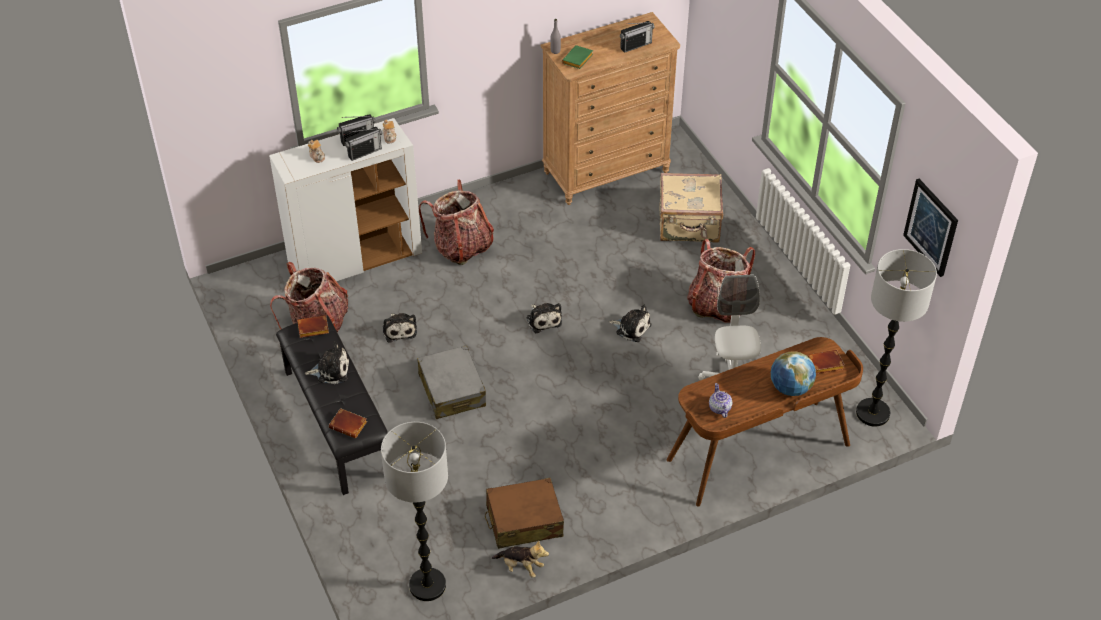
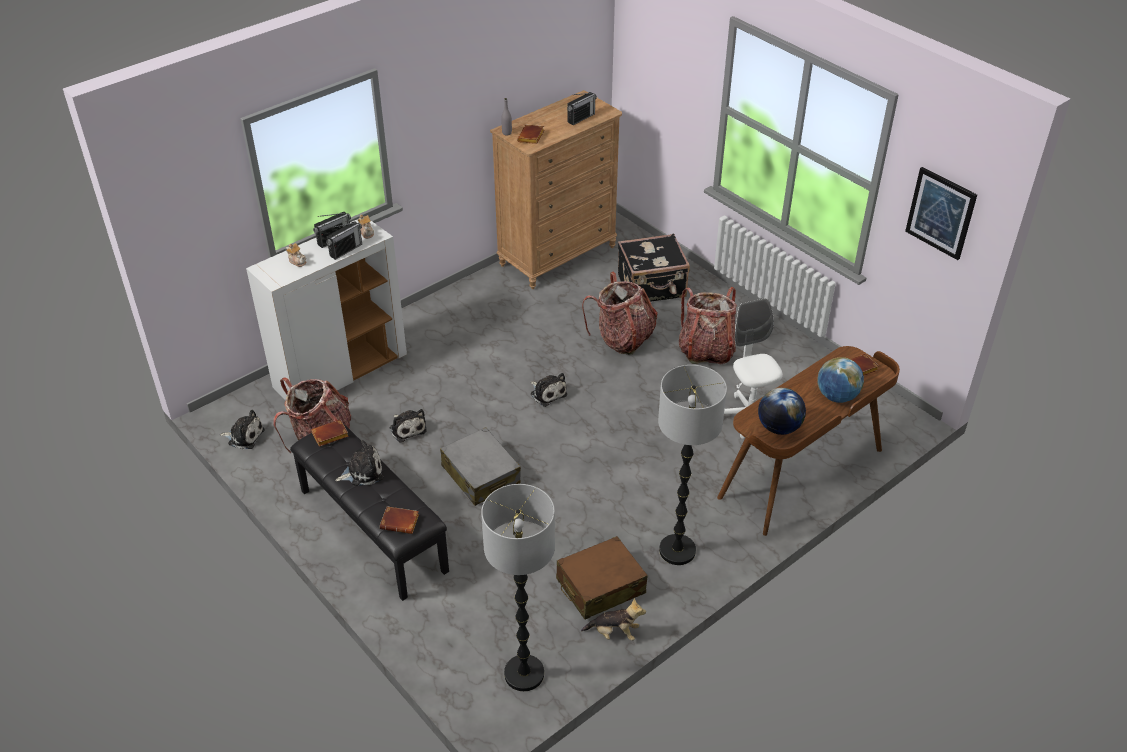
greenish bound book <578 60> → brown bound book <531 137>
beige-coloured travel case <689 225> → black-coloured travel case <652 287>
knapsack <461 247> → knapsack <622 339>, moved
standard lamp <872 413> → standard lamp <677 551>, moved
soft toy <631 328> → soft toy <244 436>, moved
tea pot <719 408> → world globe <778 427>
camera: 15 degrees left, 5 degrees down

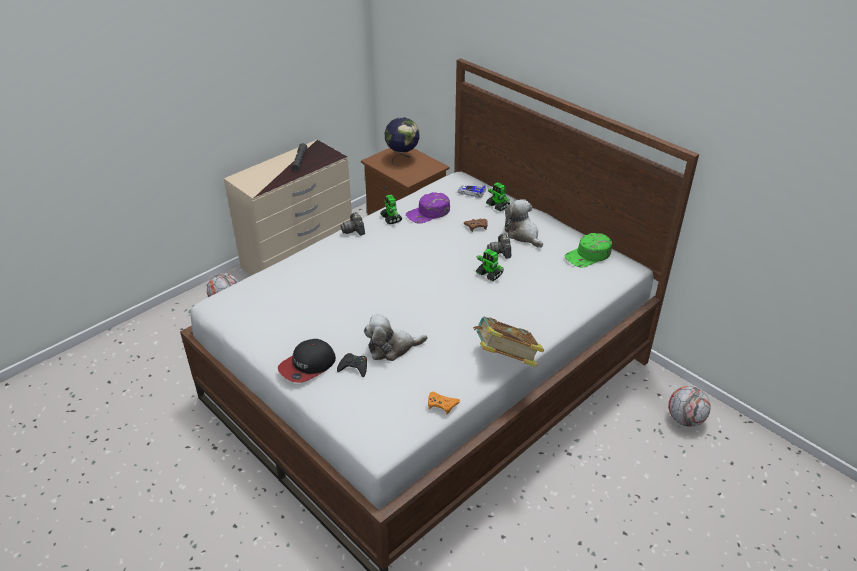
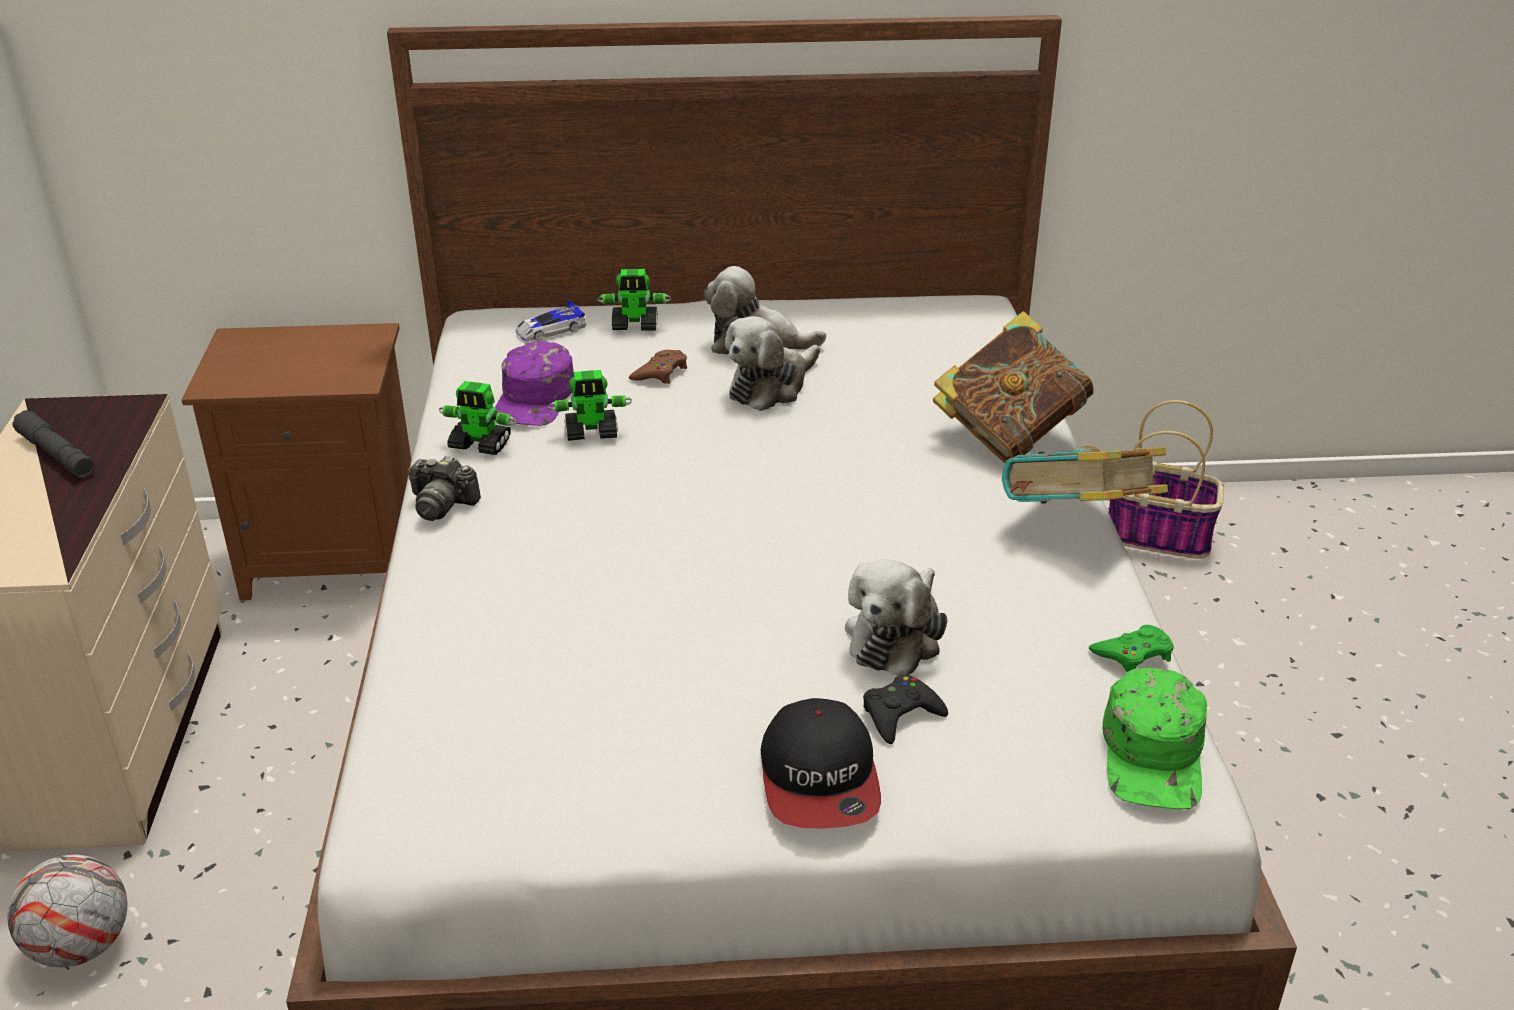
world globe <402 158> → -
greenish cap <588 255> → greenish cap <1154 754>, moved
still camera <500 251> → soft toy <771 387>
toy robot <489 274> → toy robot <592 433>, moved
football <685 419> → storage basket <1159 536>
orange-coloured gamepad <442 404> → greenish gamepad <1133 654>
- → bound book <1009 435>
camera: 50 degrees left, 5 degrees down

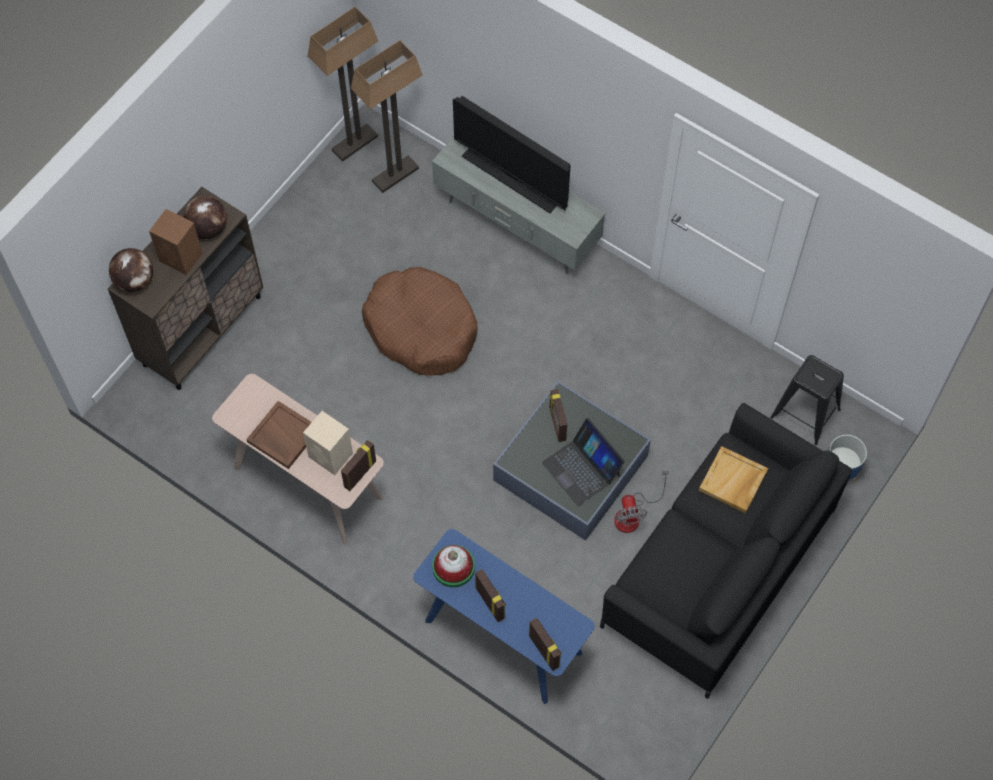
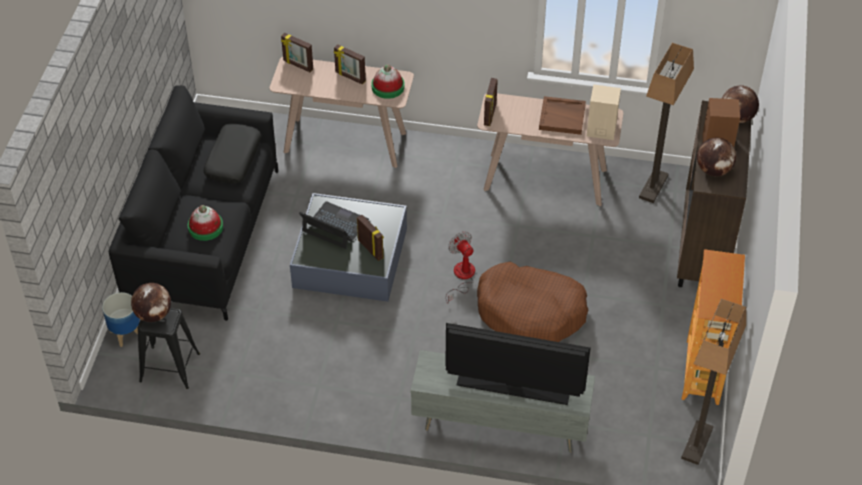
standard lamp <395 175> → standard lamp <653 186>, moved
beige-coloured speaker <331 456> → beige-coloured speaker <600 129>, moved
beige-coloured serving tray <733 481> → clothing hat <205 227>
fan <633 514> → fan <461 277>, moved
blue hall table <502 637> → beige-coloured hall table <345 142>
- → black-coloured throw pillow <233 159>
- → bookcase <703 372>
- → world globe <154 314>
camera: 155 degrees right, 15 degrees down

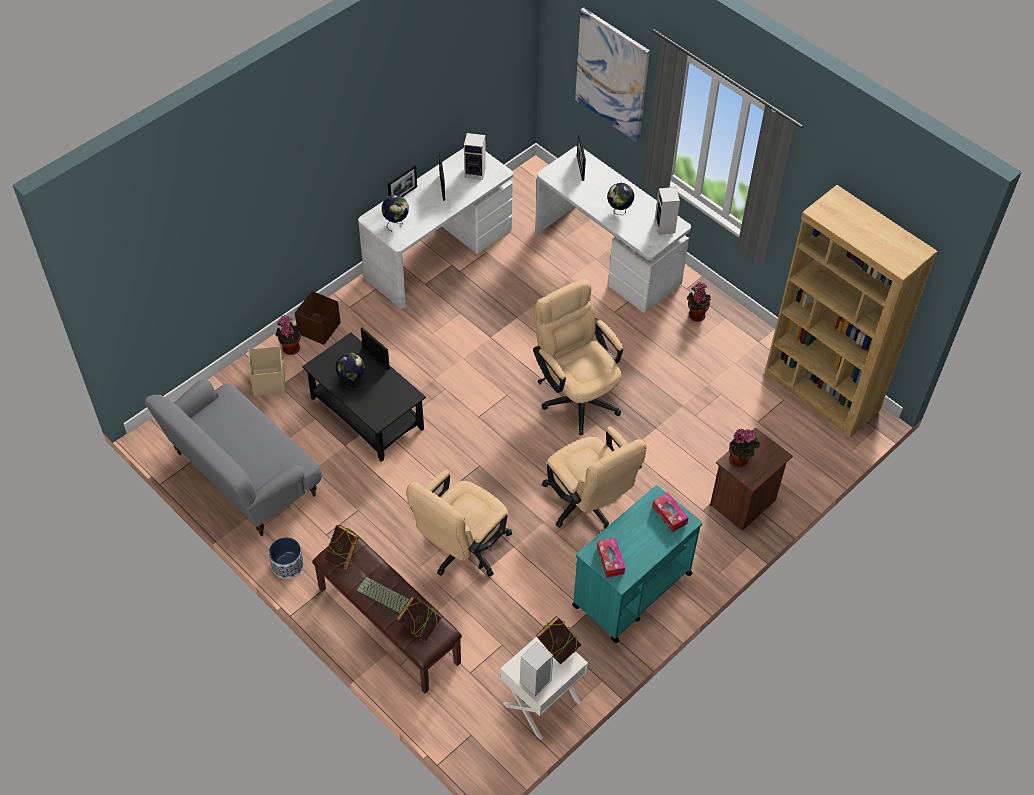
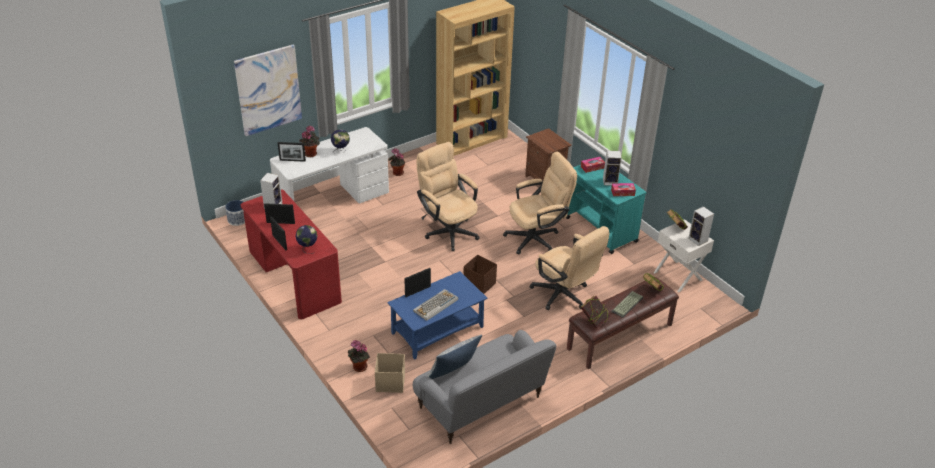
whitish desk <438 253> → red desk <293 277>
speaker <665 227> → speaker <610 181>, moved
beige-coloured desk chair <576 395> → beige-coloured desk chair <448 230>, 75 degrees clockwise
brown storage container <320 328> → brown storage container <479 284>, moved
black-coloured low table <366 413> → blue low table <437 330>
world globe <351 380> → PC keyboard <435 305>
plant in a pot <740 460> → plant in a pot <311 153>, moved
flower pot <287 565> → flower pot <237 220>, moved
- → throw pillow <453 373>
camera: 80 degrees left, 15 degrees down

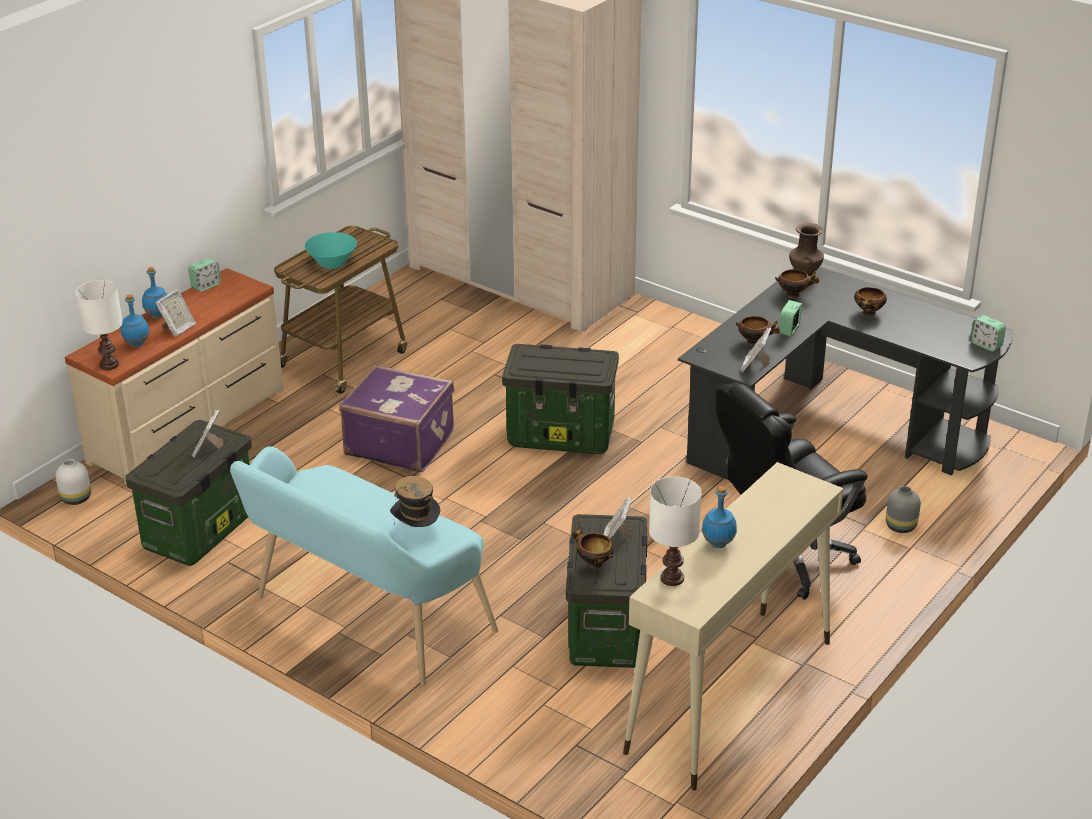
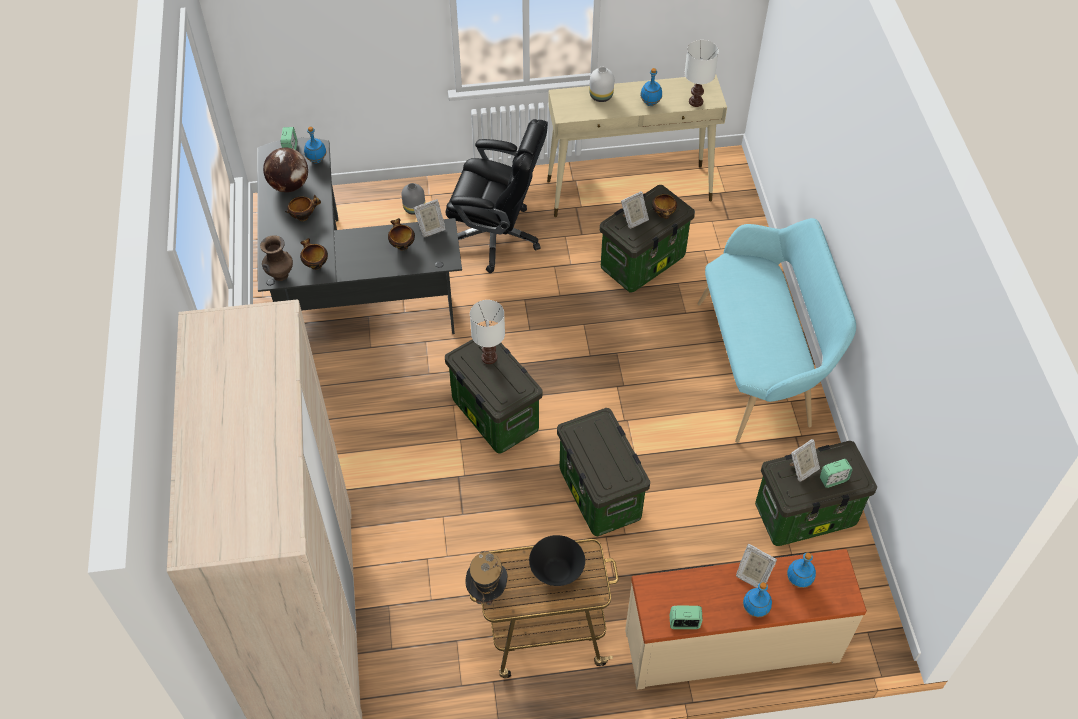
turquoise-coloured deep dish <332 263> → black-coloured deep dish <557 570>
whitish table lamp <108 364> → whitish table lamp <489 358>, moved
photo frame <178 329> → photo frame <752 575>, 135 degrees counterclockwise
table clock <789 330> → table clock <833 479>, moved
purple-coloured travel case <400 443> → storage container <601 495>
whitish decorative vase <75 499> → whitish decorative vase <601 96>, moved
clothing hat <416 532> → clothing hat <487 590>, moved
- → blue bottle <317 160>
- → world globe <289 185>
camera: 135 degrees left, 20 degrees up

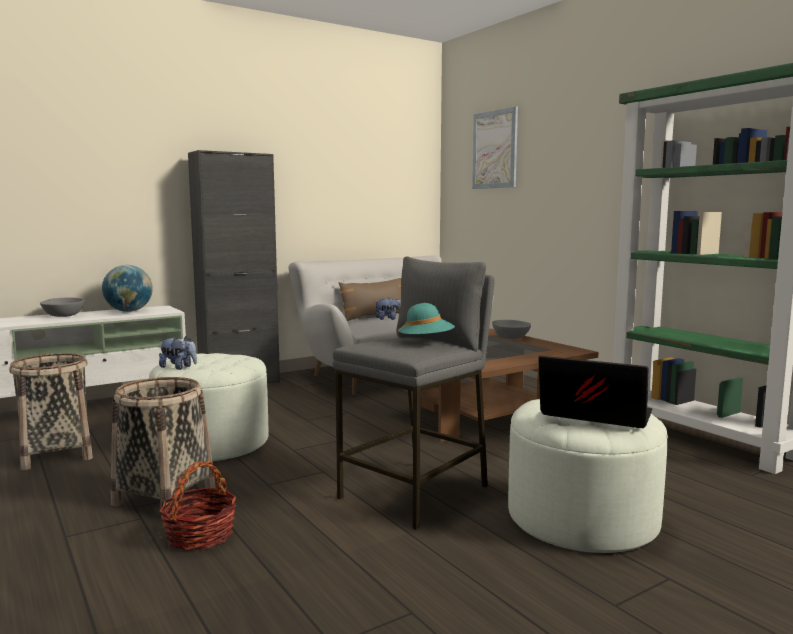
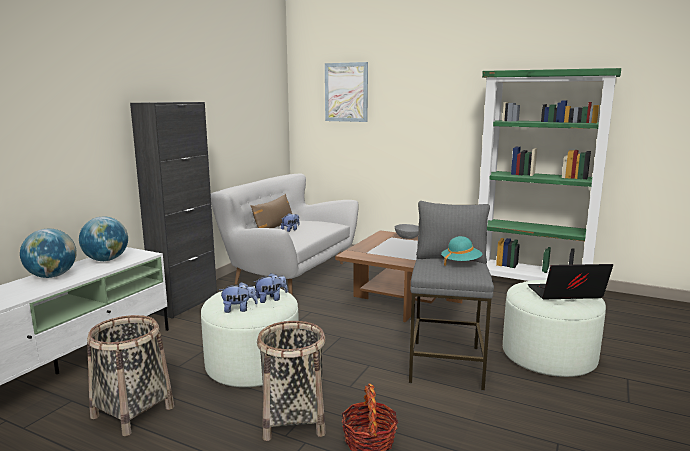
gray deep dish <64 316> → world globe <52 276>
- → soft toy <271 299>
camera: 30 degrees left, 5 degrees up

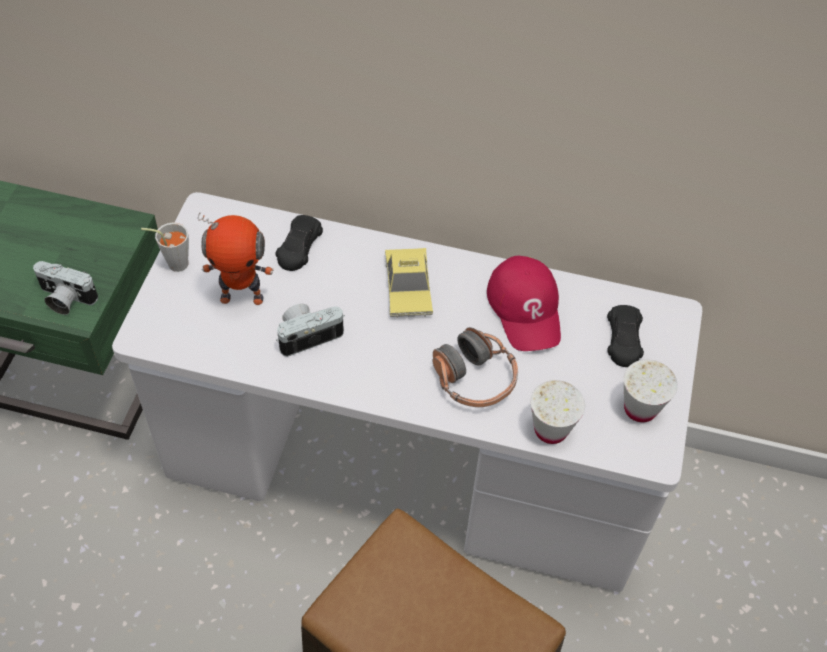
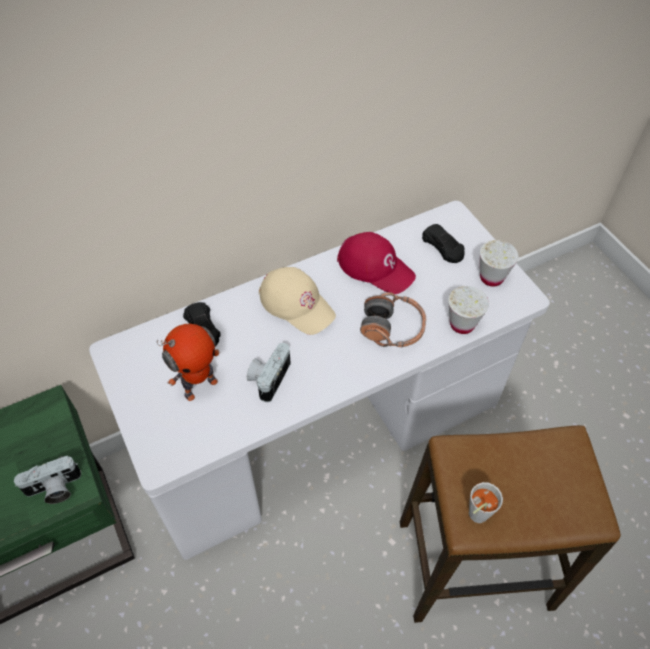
gray cup <173 263> → gray cup <474 516>, moved
toy car <408 287> → beige-coloured cap <297 304>
camera: 40 degrees left, 0 degrees up

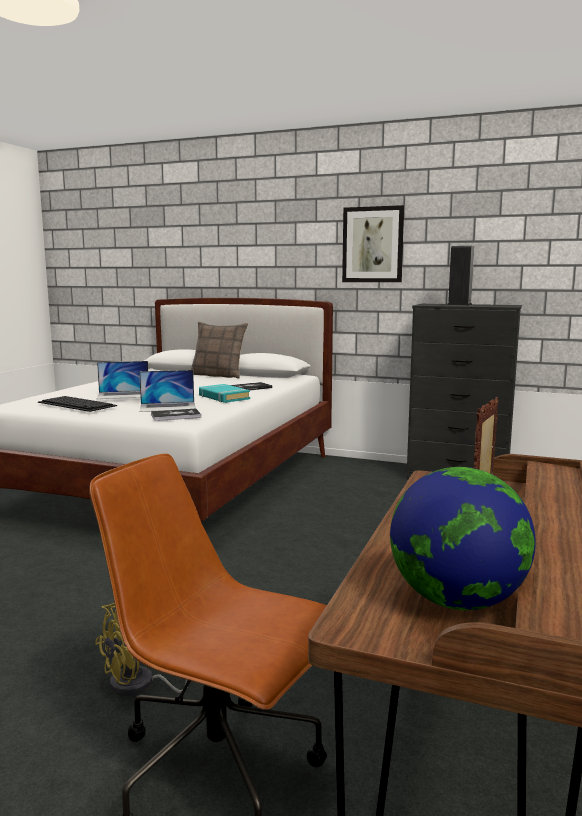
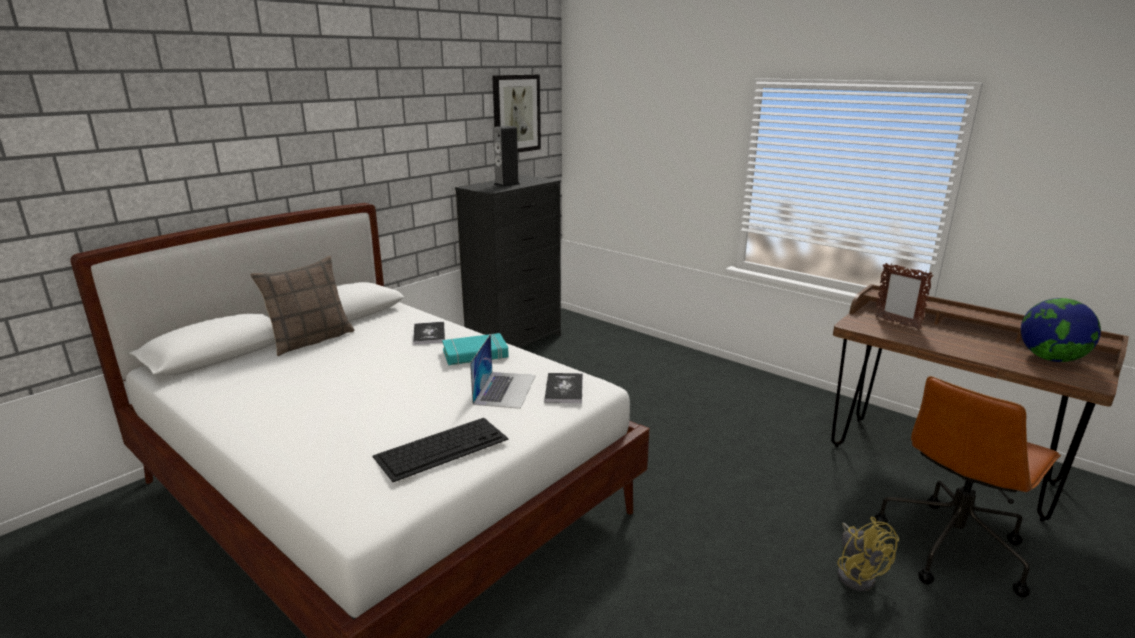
picture <373 245> → picture <516 114>, moved
notebook computer <123 395> → -
camera: 70 degrees left, 10 degrees up

